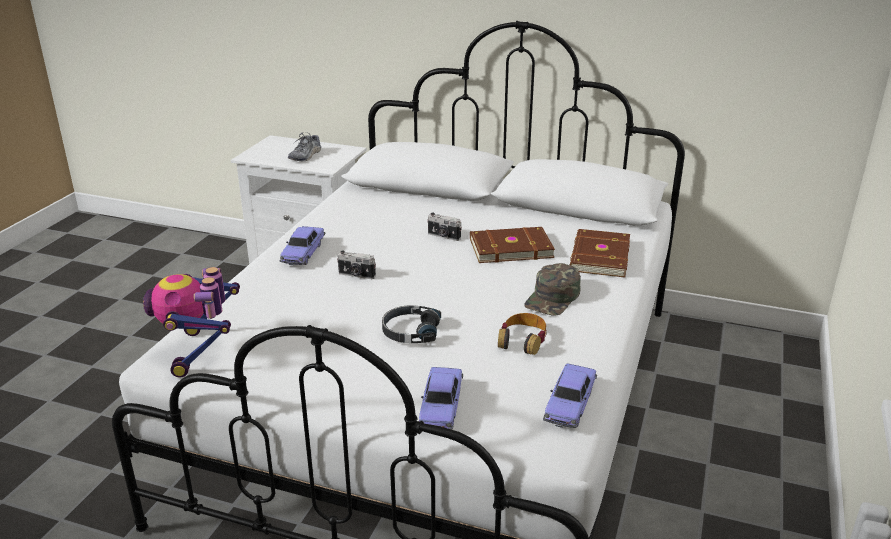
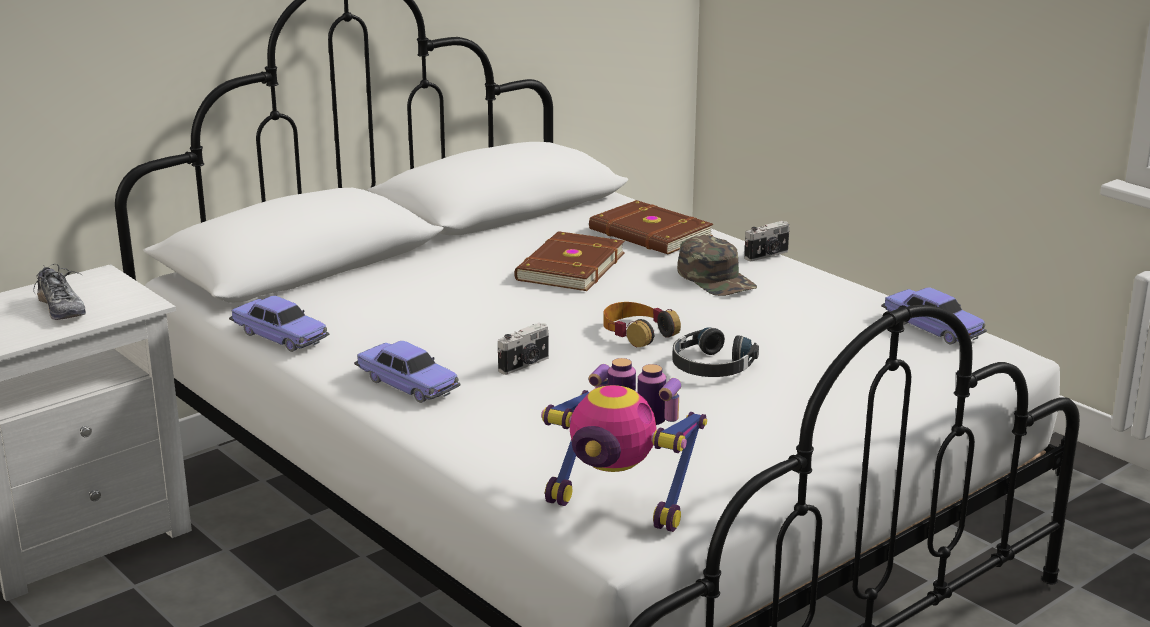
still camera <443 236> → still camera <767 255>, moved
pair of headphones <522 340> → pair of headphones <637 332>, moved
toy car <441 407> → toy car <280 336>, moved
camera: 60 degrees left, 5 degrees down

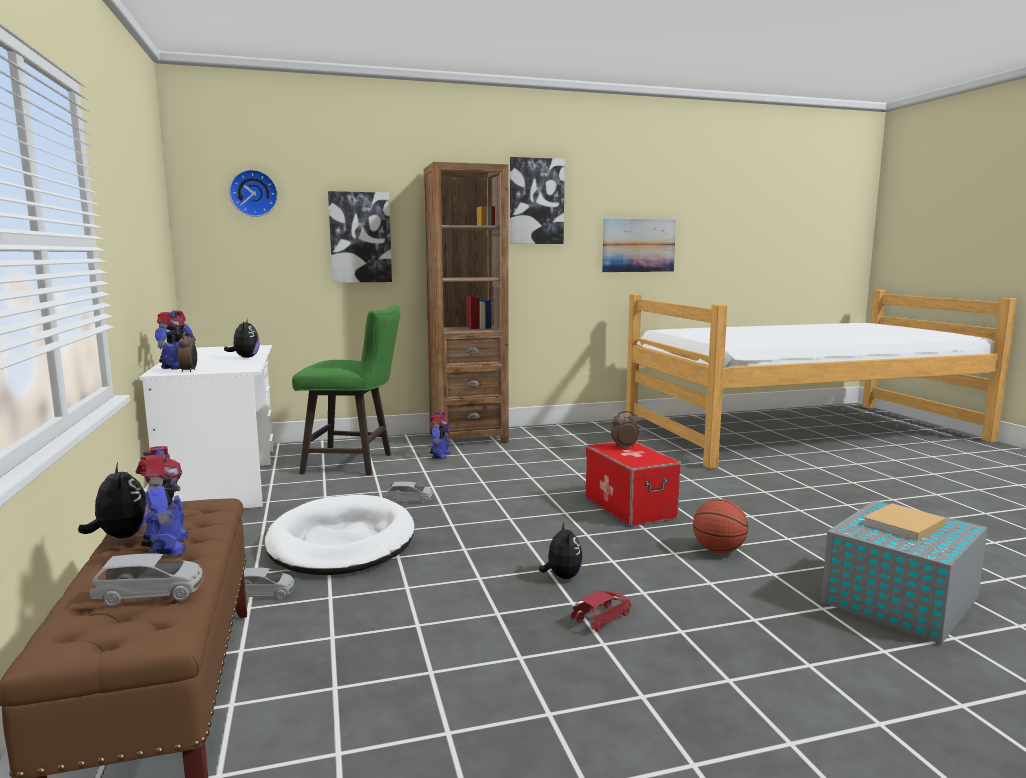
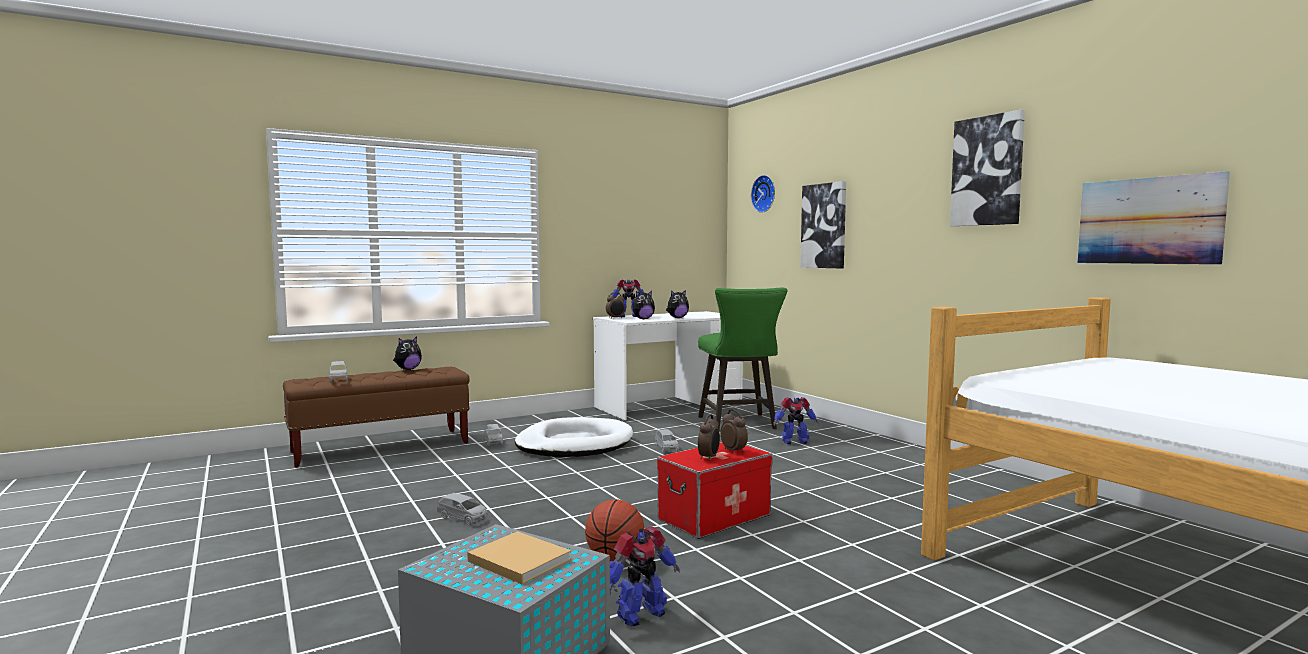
brown bookcase <468 437> → -
toy robot <166 547> → toy robot <640 614>, moved
soft toy <562 577> → soft toy <643 319>, moved
red toy car <602 619> → gray toy car <463 518>
- → table clock <709 458>
camera: 75 degrees right, 5 degrees down

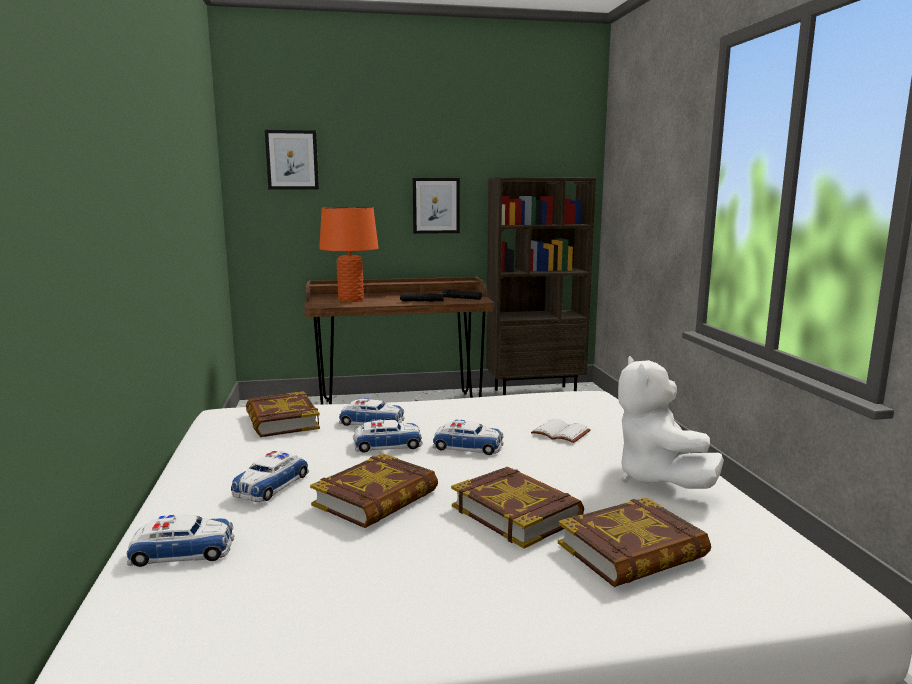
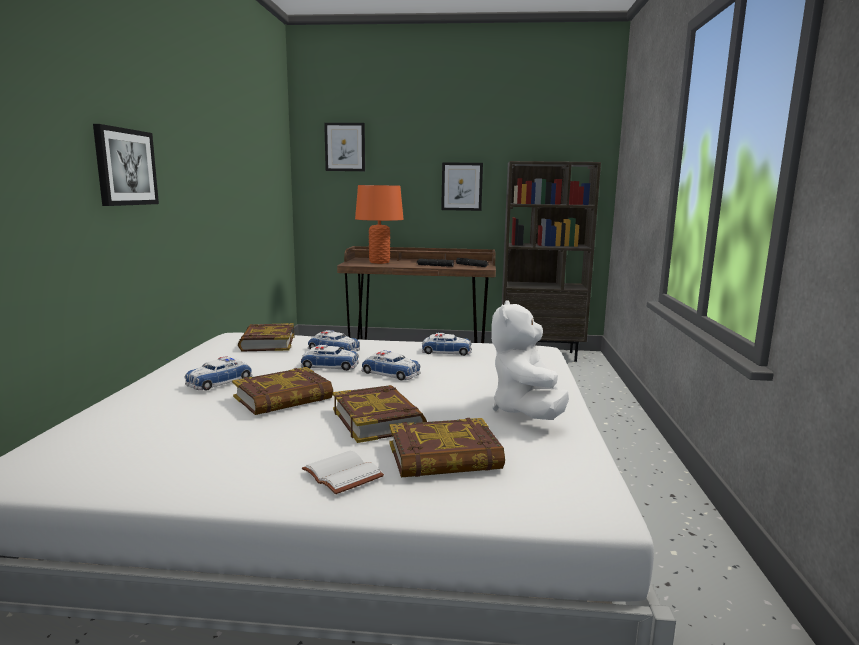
whitish bound book <559 433> → whitish bound book <340 474>, moved
toy car <182 551> → toy car <446 351>, moved
- → picture <125 167>
camera: 15 degrees right, 0 degrees up

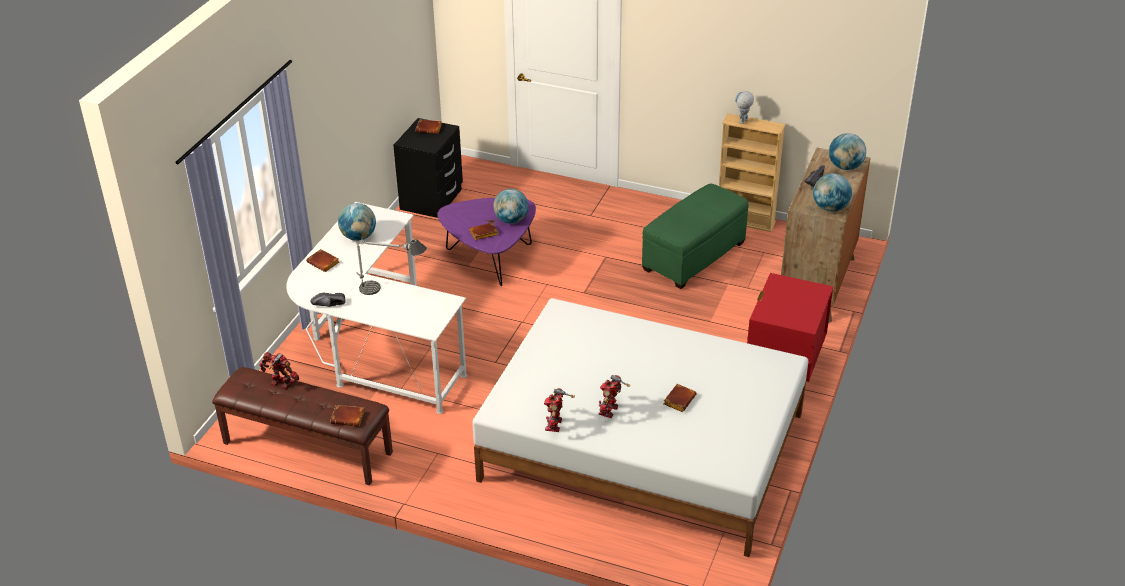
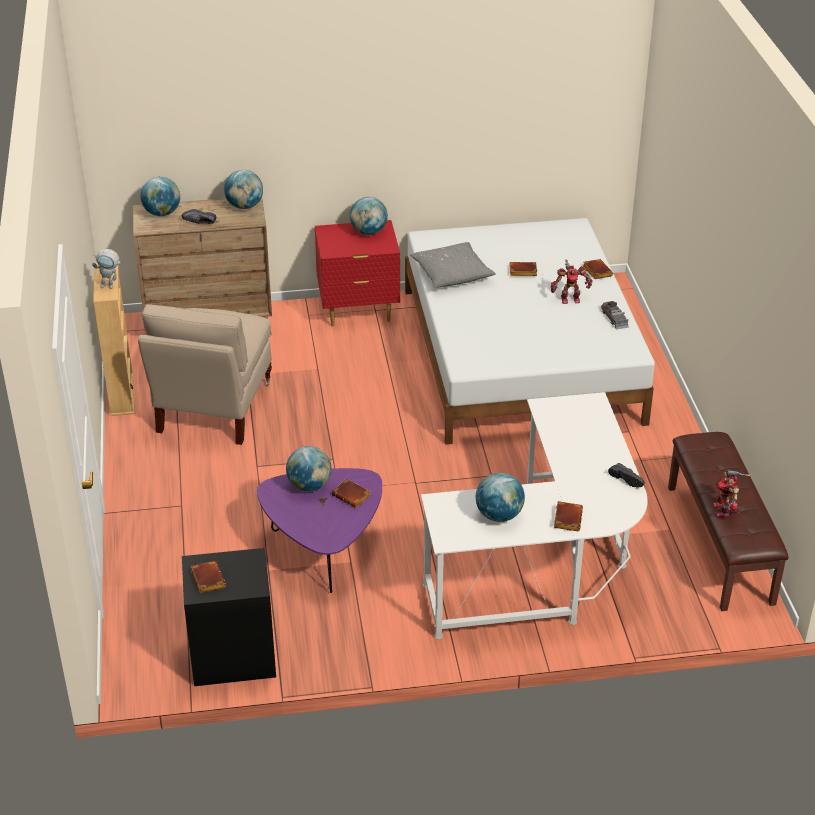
greenish footrest <693 256> → beige-coloured plain chair <214 408>
table lamp <391 290> → -
toy robot <555 425> → gray toy car <614 318>
brown bound book <349 417> → brown bound book <596 271>, moved
- → world globe <368 232>
- → gray throw pillow <452 274>
camera: 120 degrees left, 0 degrees up

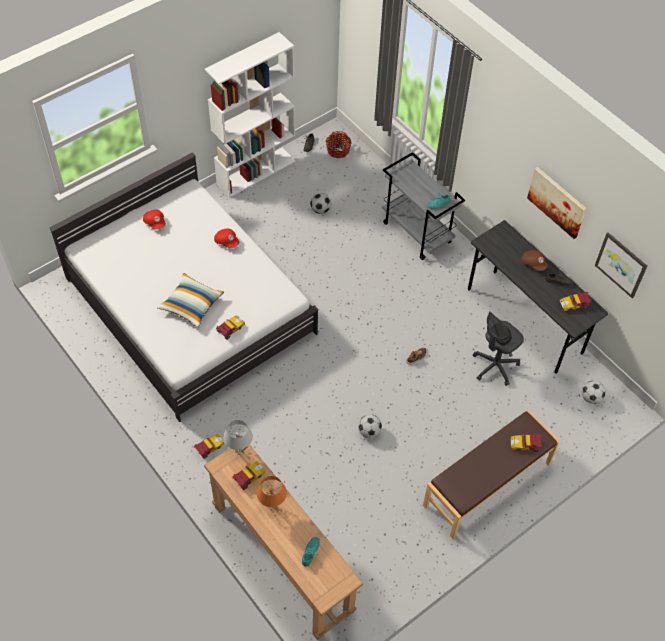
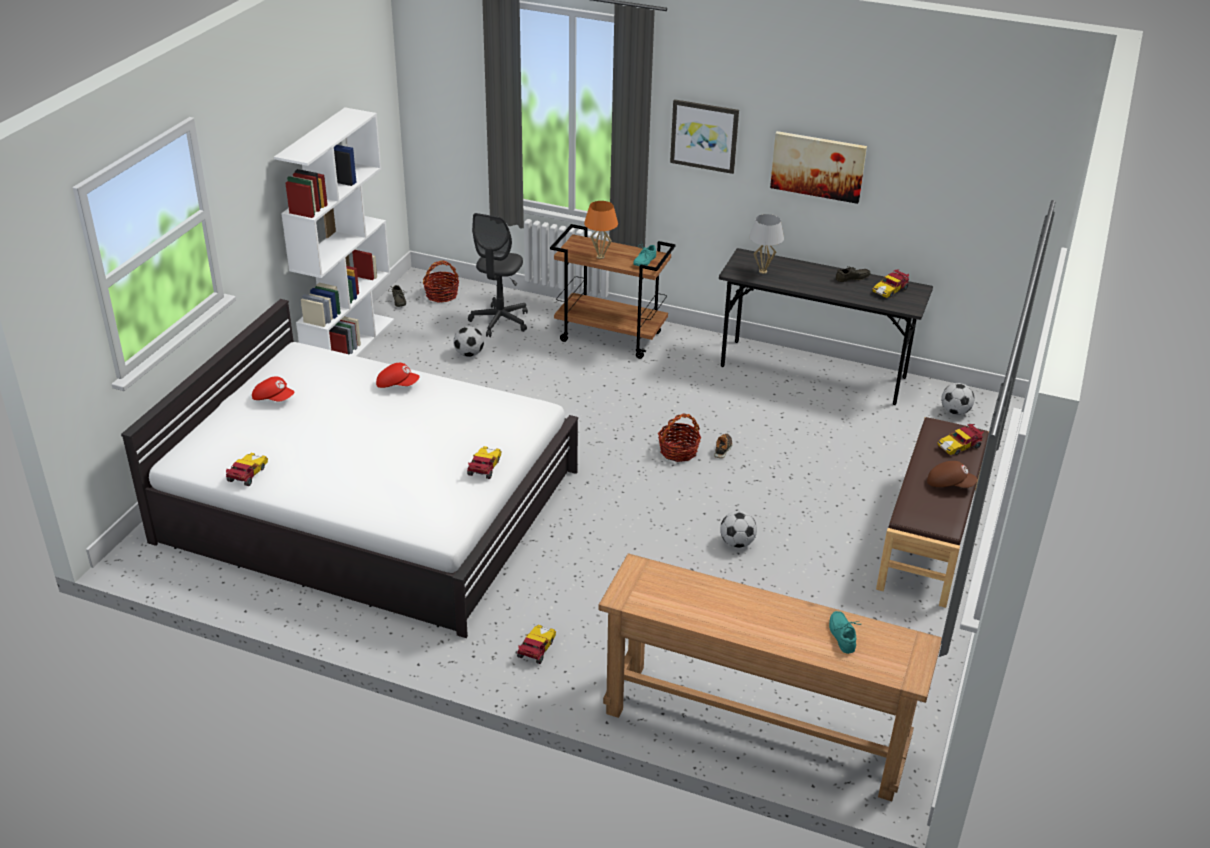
gray wheeled cart <417 233> → brown wheeled cart <611 336>
picture <621 264> → picture <704 136>, moved
brown cap <533 263> → brown cap <949 484>, moved
throw pillow <191 304> → -
gray desk chair <495 366> → gray desk chair <500 321>, moved
whitish table lamp <239 452> → whitish table lamp <763 271>, moved
toy car <248 477> → toy car <247 475>, moved
orange-coloured table lamp <272 507> → orange-coloured table lamp <600 257>, moved
- → storage basket <678 451>
camera: 30 degrees left, 20 degrees down

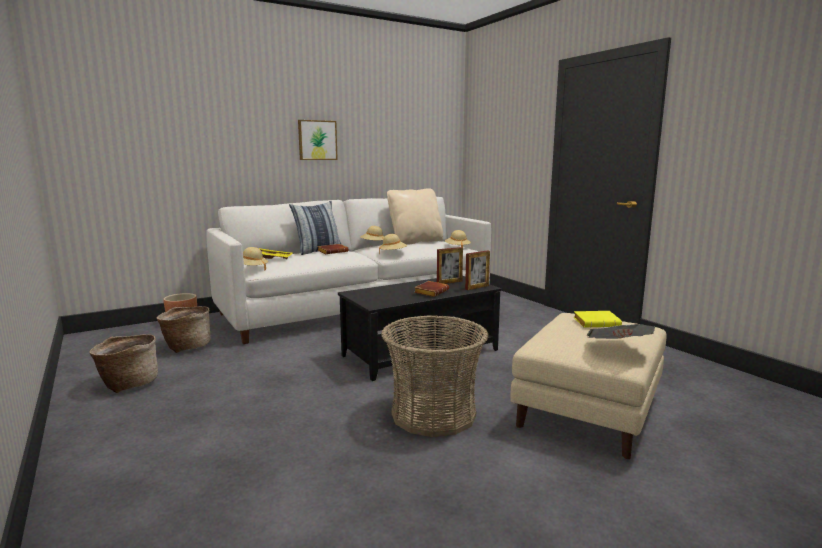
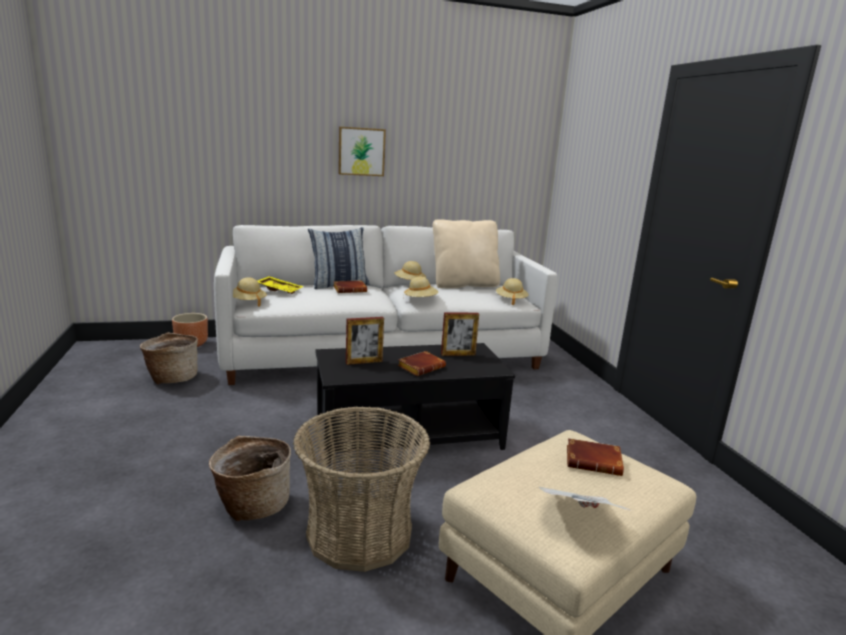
photo frame <477 287> → photo frame <364 362>, moved
yellow-coloured bound book <597 323> → brown bound book <594 461>
storage basket <128 384> → storage basket <252 505>, moved
camera: 15 degrees right, 5 degrees up

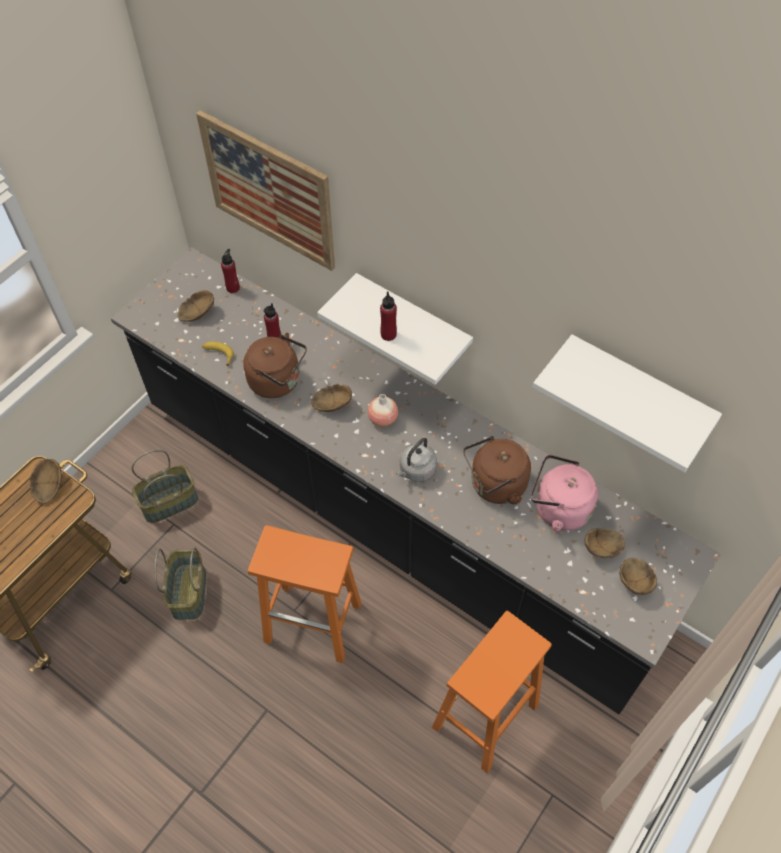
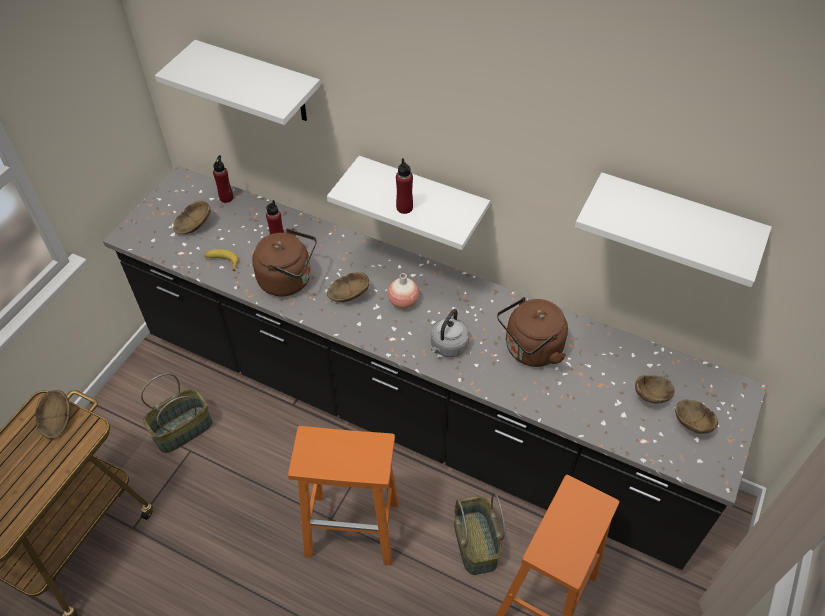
picture <269 191> → whitish wall shelf <260 82>
pinkish kettle <558 508> → -
storage basket <188 591> → storage basket <474 542>, moved
camera: 10 degrees left, 5 degrees down

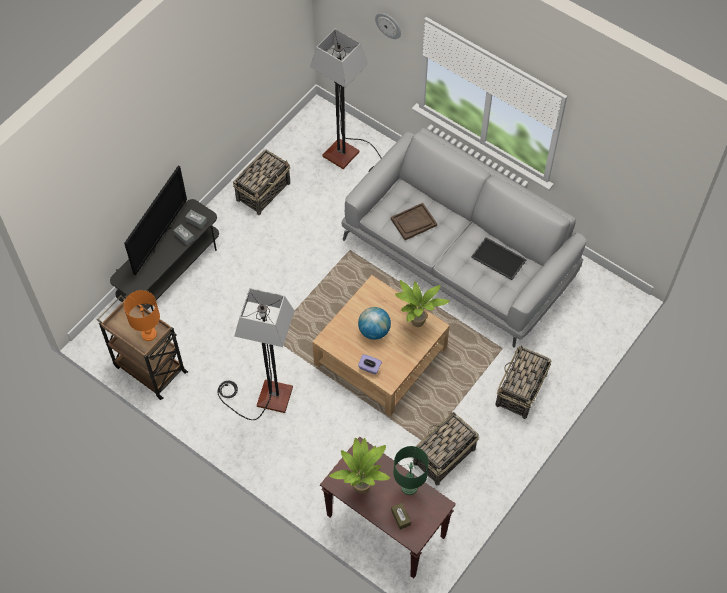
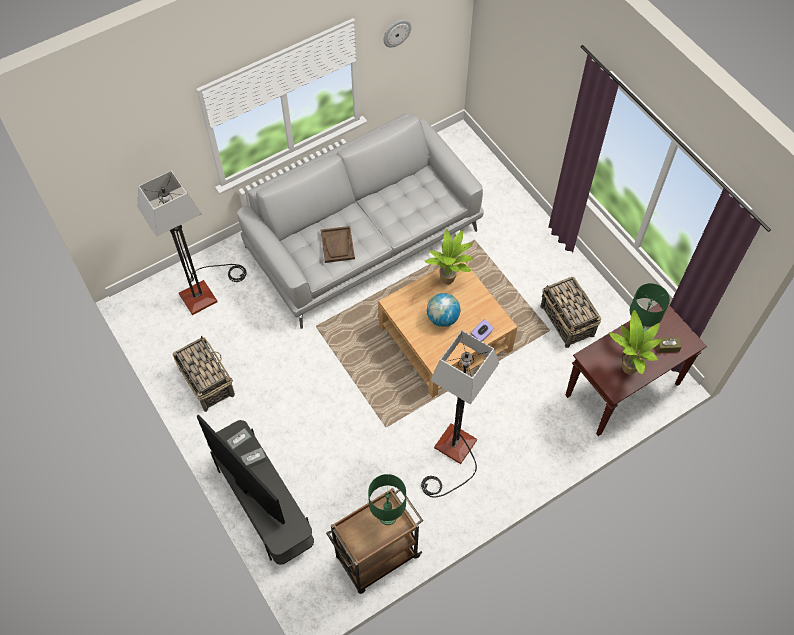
wall clock <388 25> → wall clock <396 32>, moved
serving tray <499 258> → -
orange-coloured table lamp <148 334> → greenish table lamp <387 517>
storage basket <520 391> → -
camera: 70 degrees left, 0 degrees up

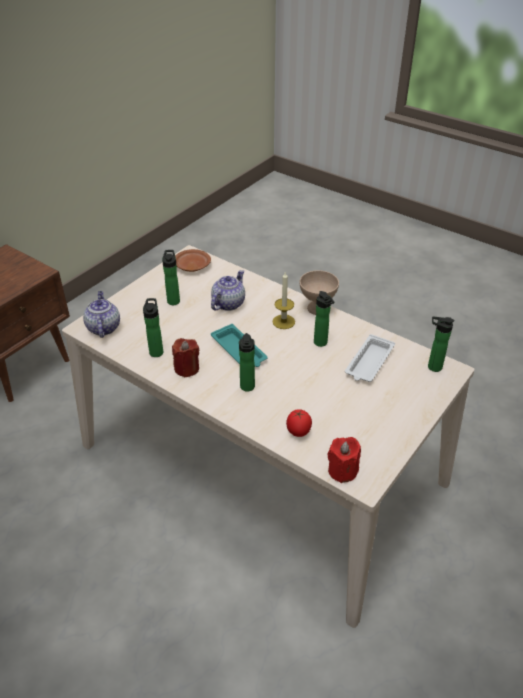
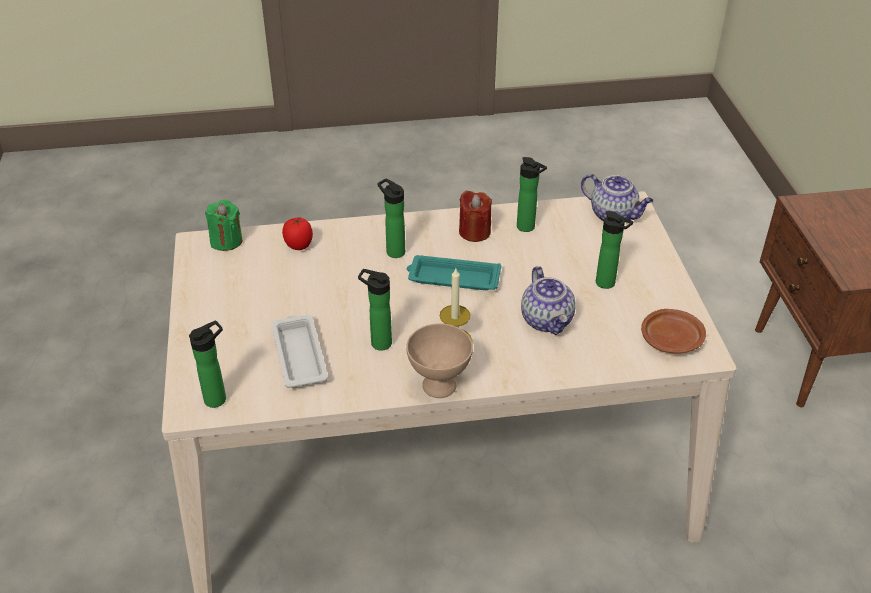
red wax light <342 471> → greenish wax light <226 241>
camera: 135 degrees right, 0 degrees up

